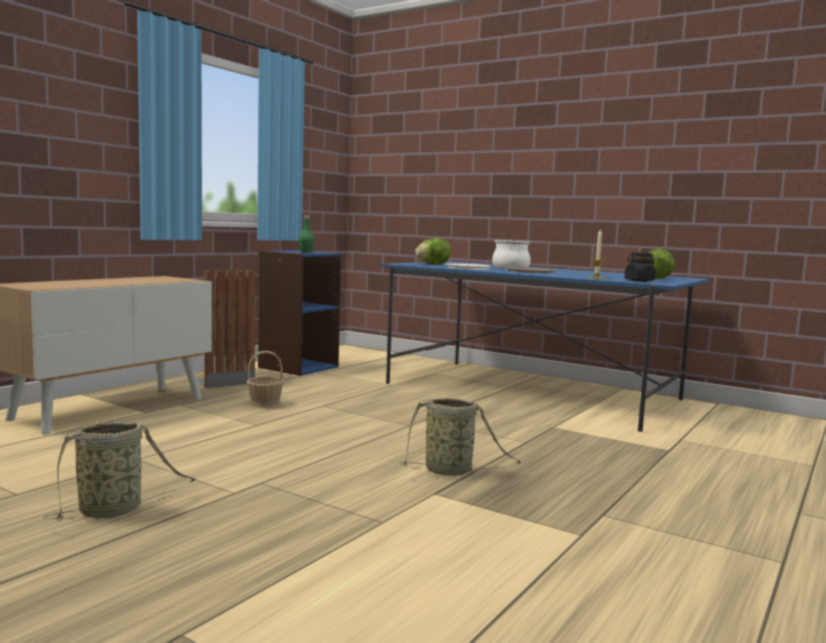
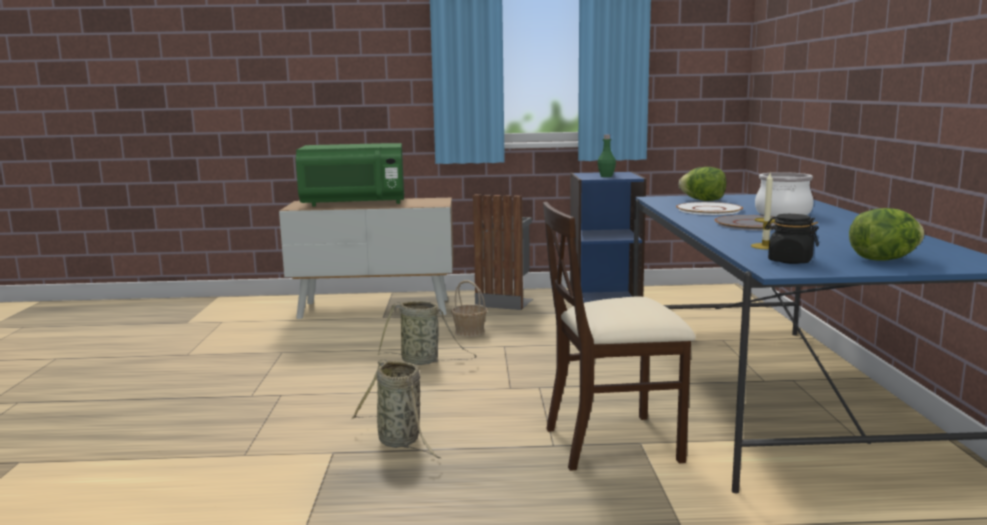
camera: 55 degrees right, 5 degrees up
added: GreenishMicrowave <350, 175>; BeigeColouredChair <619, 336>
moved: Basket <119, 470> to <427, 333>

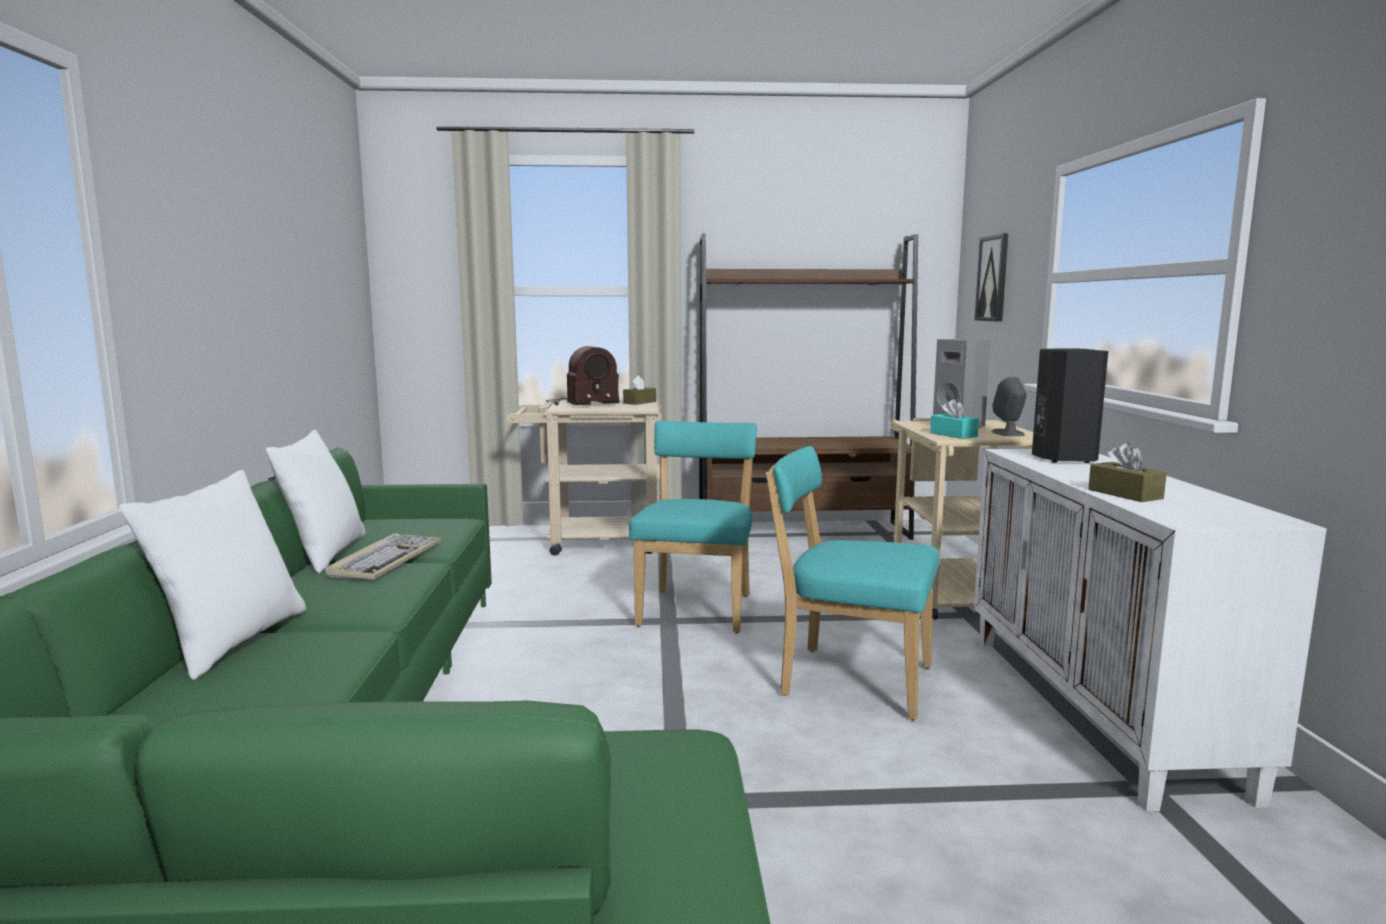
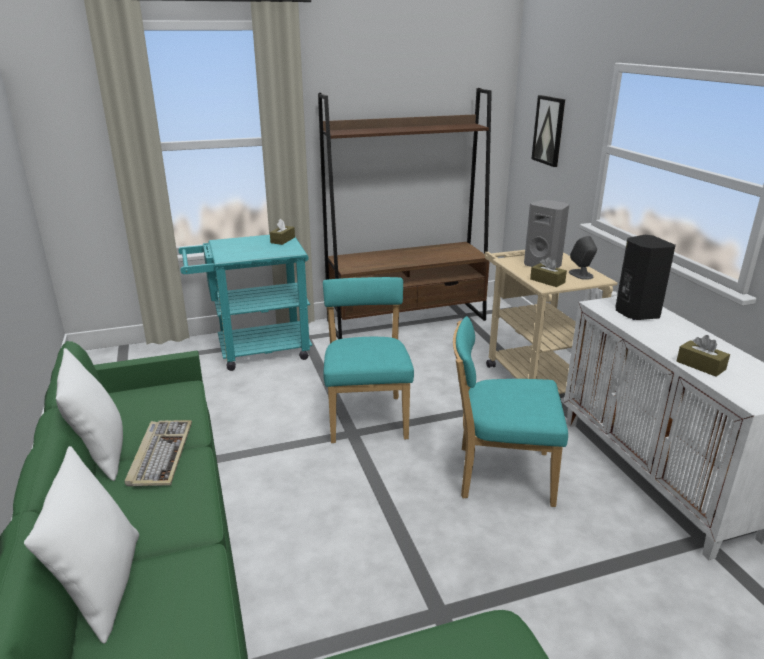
camera: 15 degrees left, 15 degrees up
removed: RadioReceiver <583, 376>
recoloured: BeigeColouredWheeledCart <584, 478> to TurquoiseWheeledCart <245, 303>; TurquoiseTissueHolder <954, 419> to BrownColouredTissueHolder <548, 272>

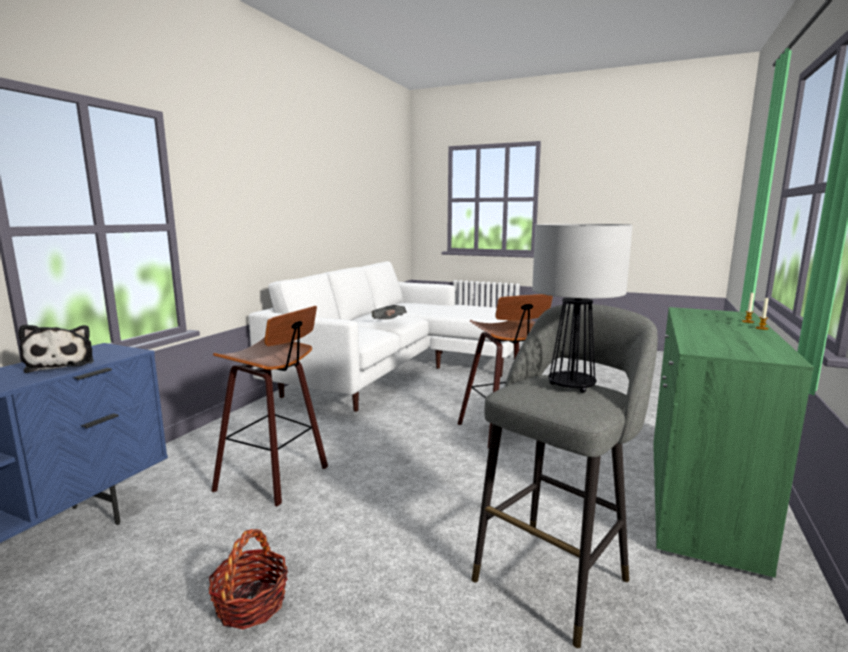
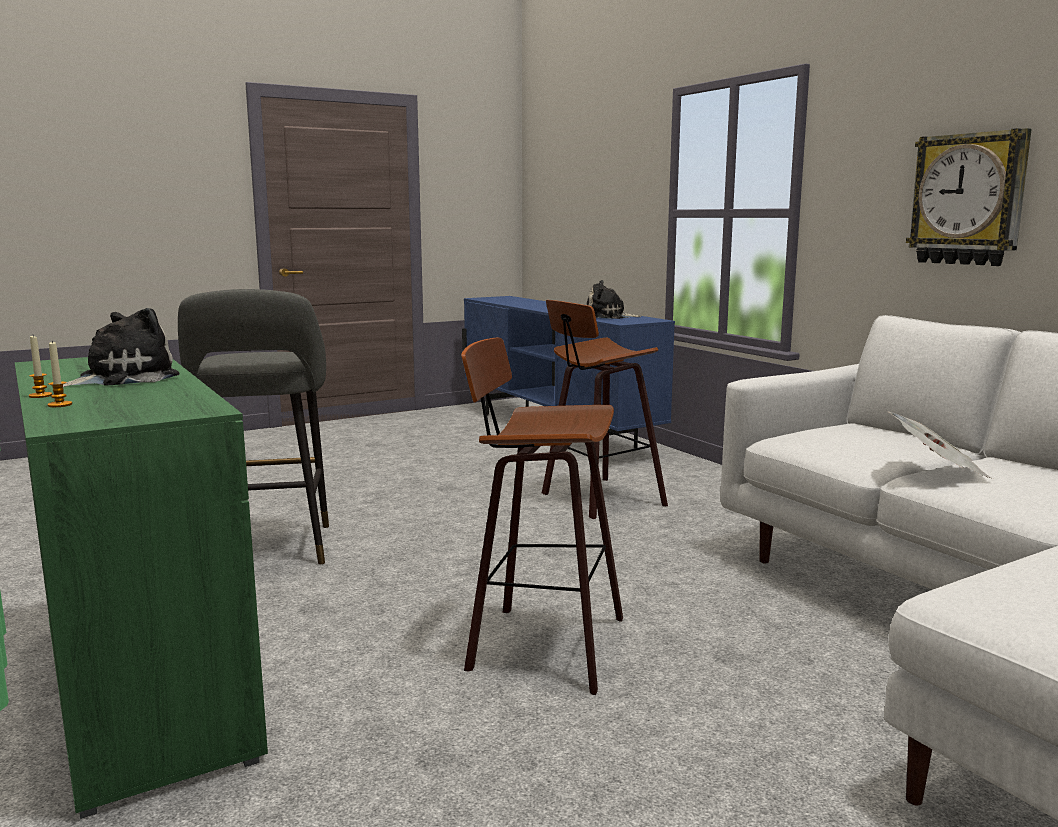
camera: 125 degrees right, 0 degrees up
removed: Basket <248, 579>; TableLamp <582, 308>
added: CuddlyToy <121, 347>; ClockOnTheWall <969, 197>

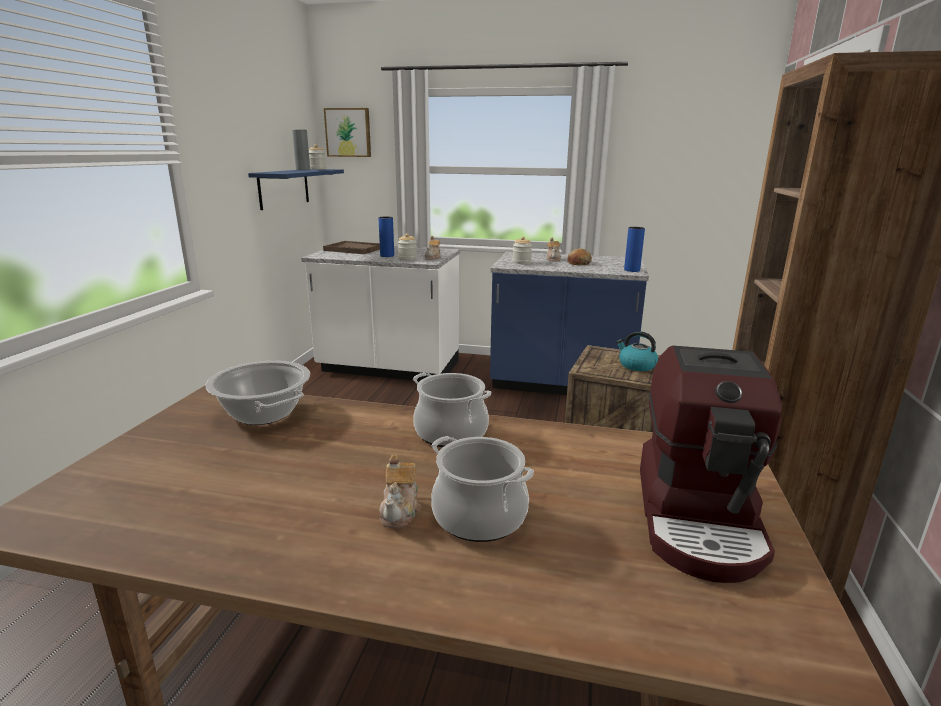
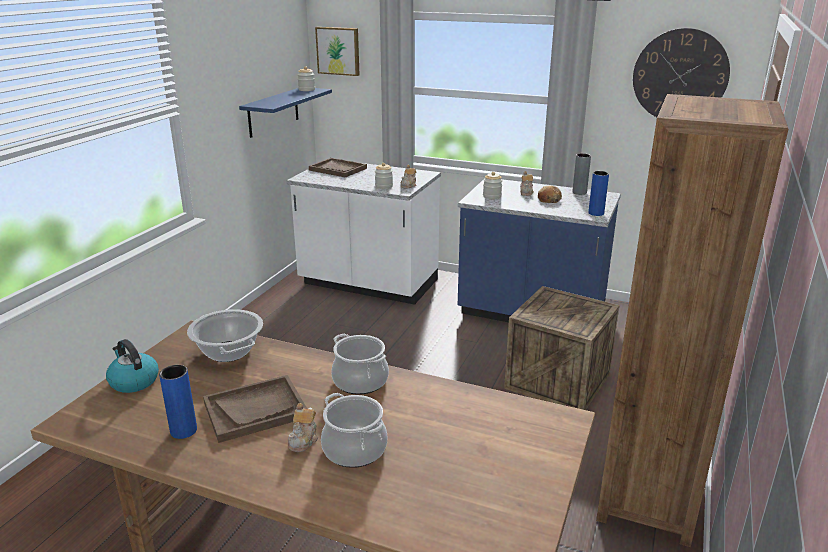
camera: 10 degrees right, 5 degrees up
removed: CoffeeMachine <711, 464>
added: BrownColouredCarryingTray <255, 409>; ClockOnTheWall <681, 72>
moved: WaterKettle <637, 351> to <132, 366>; BlueVase <386, 237> to <178, 402>; GrayVase <301, 150> to <581, 174>

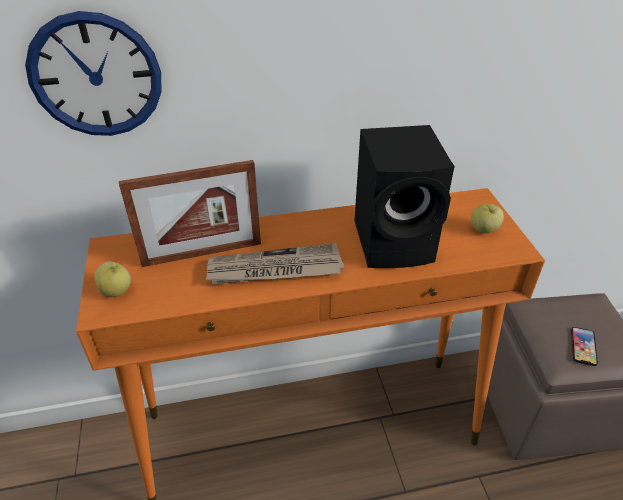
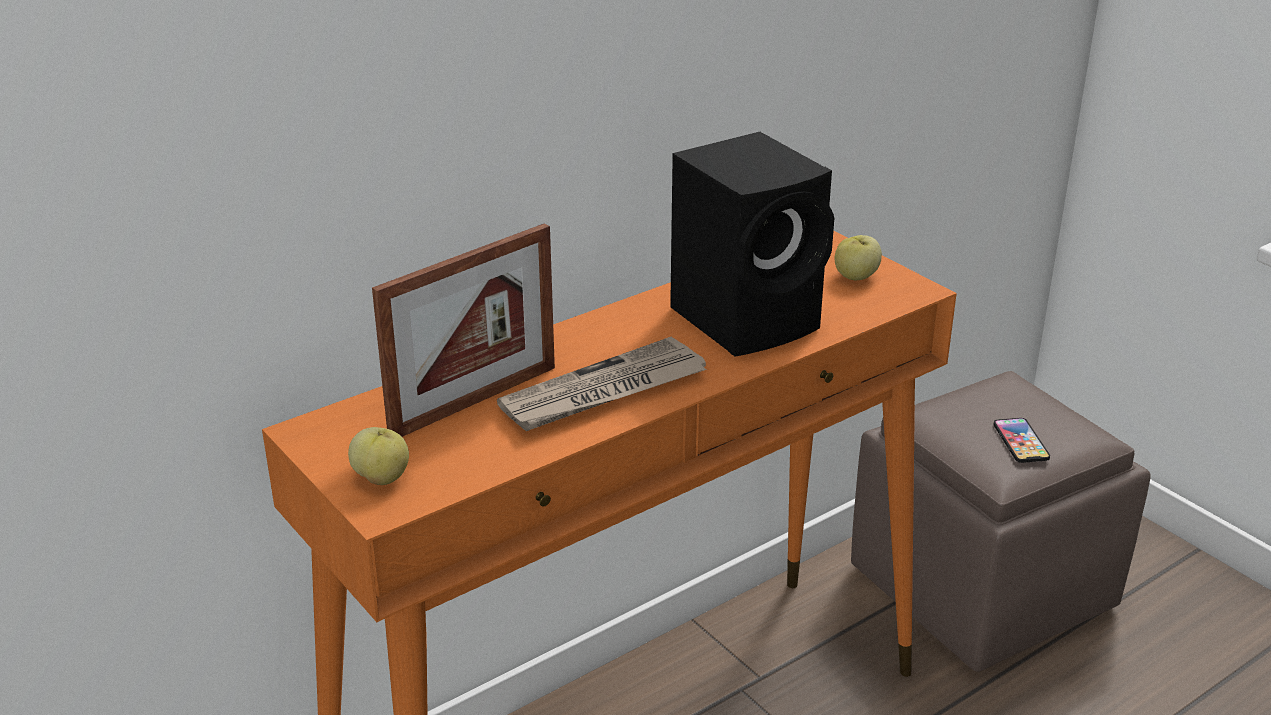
camera: 25 degrees left, 10 degrees down
removed: ClockOnTheWall <93, 73>

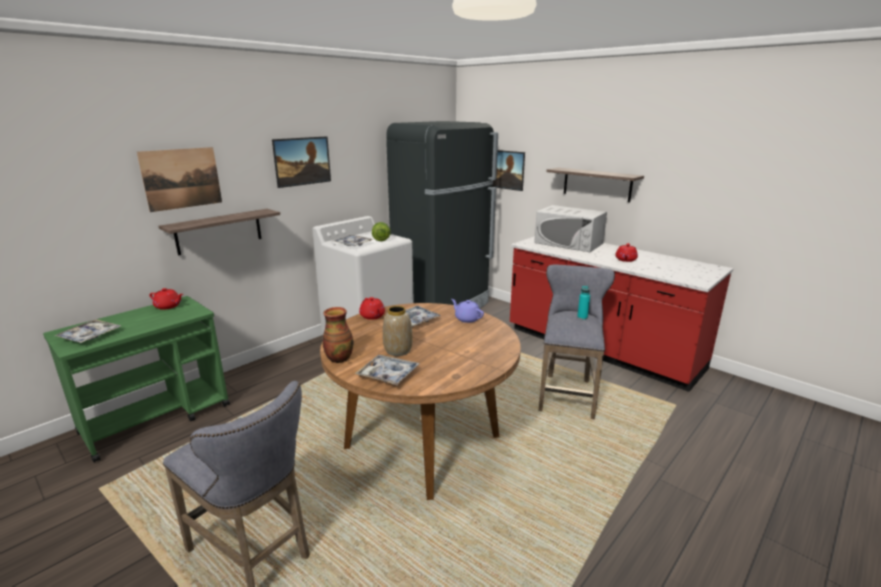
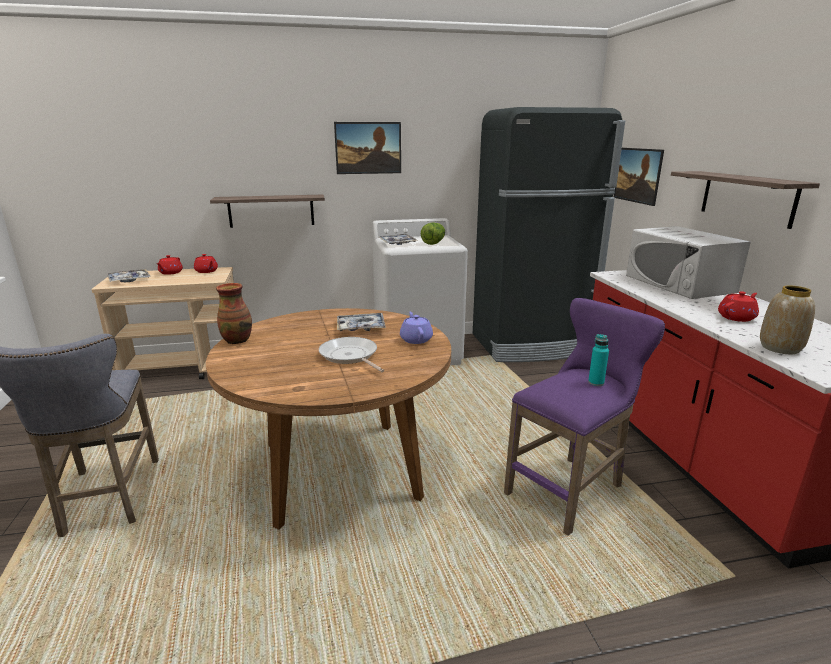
camera: 35 degrees right, 0 degrees up
removed: WallArt <179, 179>; CarryingTray <387, 370>
added: Pan <351, 354>
moved: RedColouredPotForTea <372, 308> to <170, 265>; Vase <397, 331> to <787, 319>
recoloured: GreenishWheeledCart <136, 379> to BeigeColouredWheeledCart <162, 323>; GrayStoolSeat <577, 342> to PurpleColouredStoolSeat <584, 417>

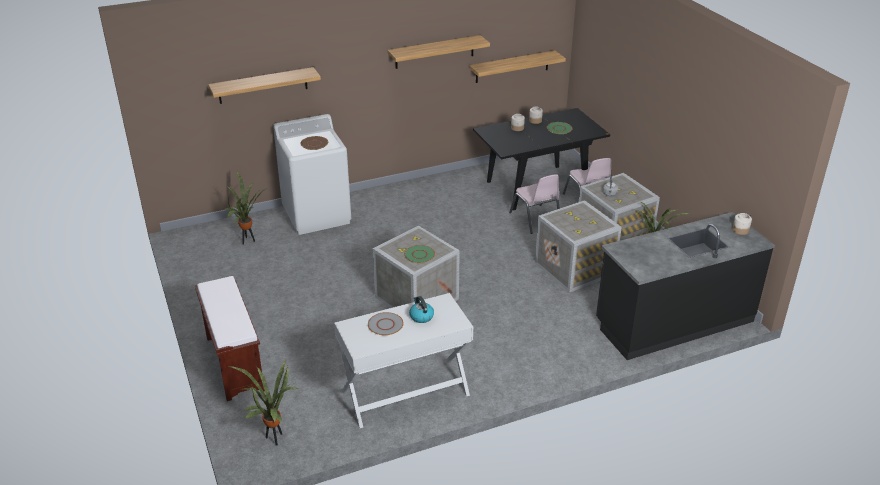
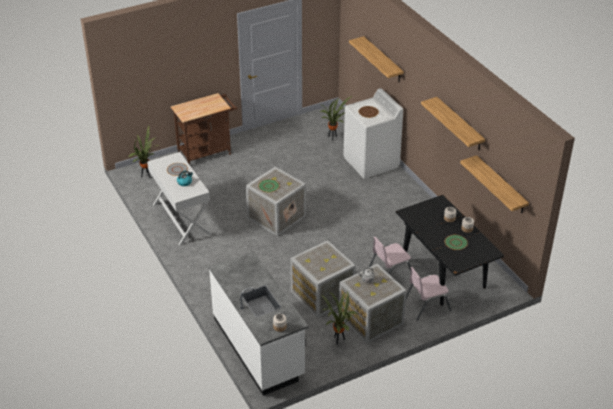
camera: 85 degrees right, 5 degrees up
replaced: BrownColouredBench <230, 338> to BrownColouredWheeledCart <204, 129>
recoloured: BlackKitchenCounter <685, 286> to WhiteKitchenCounter <258, 323>

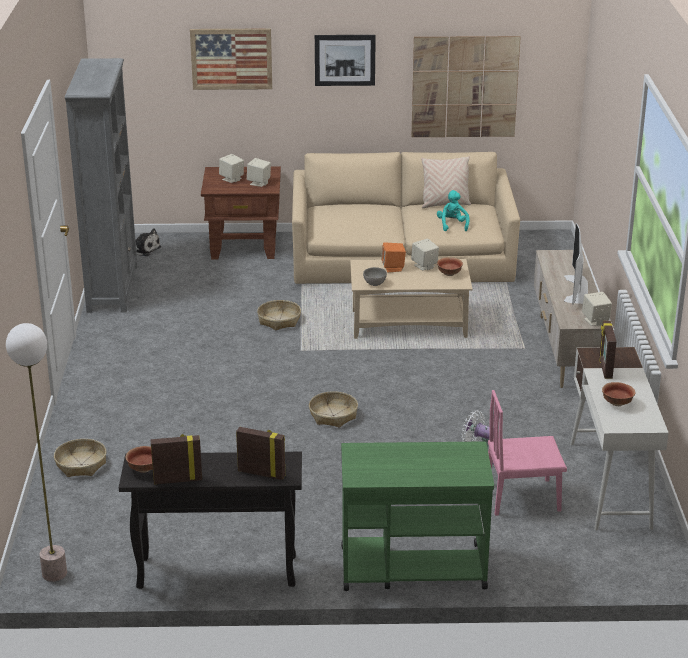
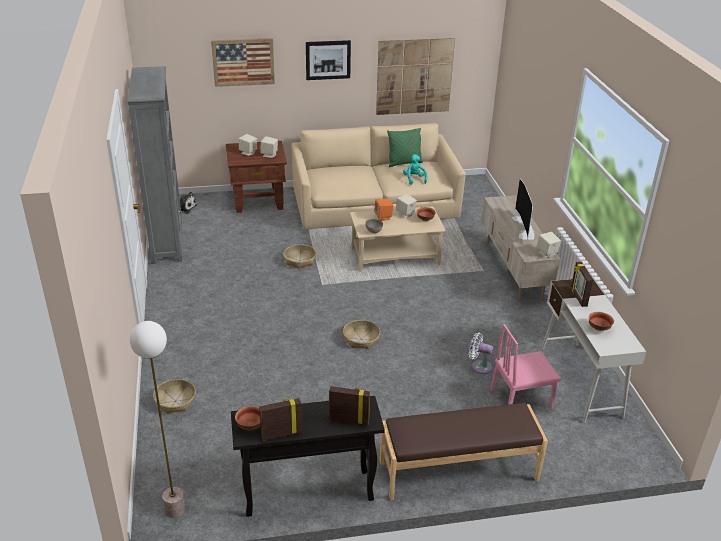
camera: 10 degrees left, 5 degrees up
replaced: GreenishWheeledCart <417, 516> to BrownColouredBench <464, 451>
recoloured: BeigeColouredCushion <446, 182> to GreenishCushion <405, 147>

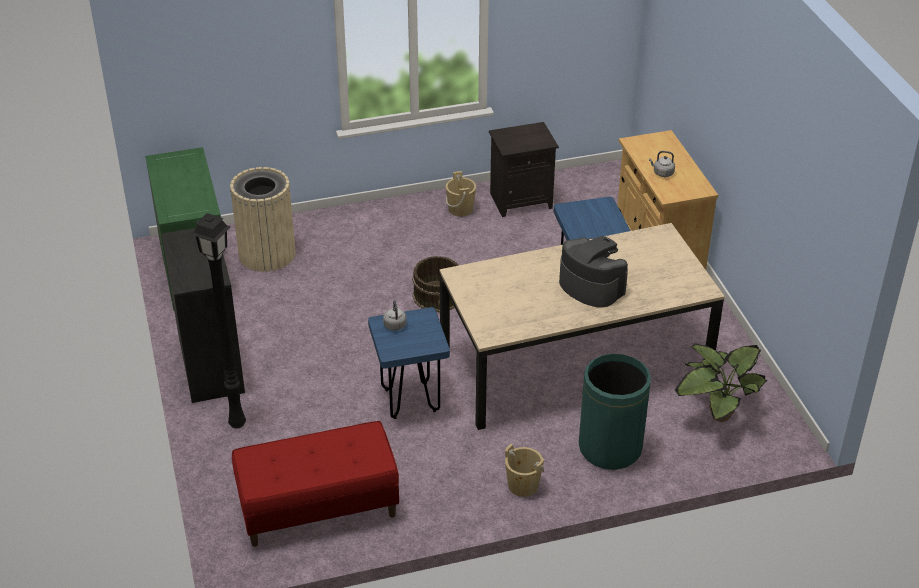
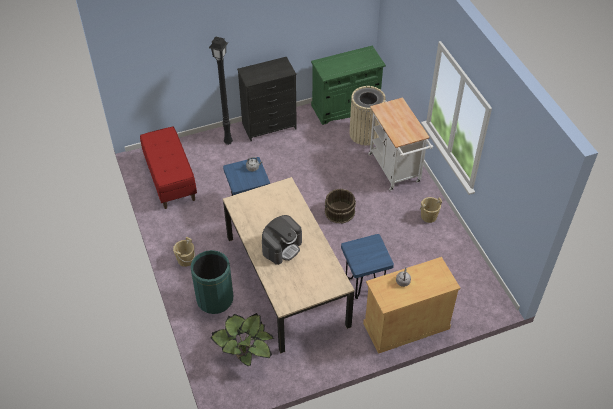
camera: 85 degrees right, 10 degrees up
removed: BlackBedsideTable <524, 169>
added: WhiteWheeledCart <400, 144>

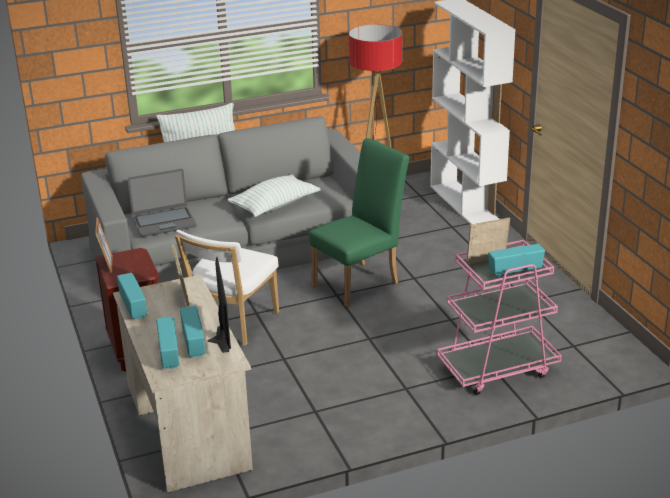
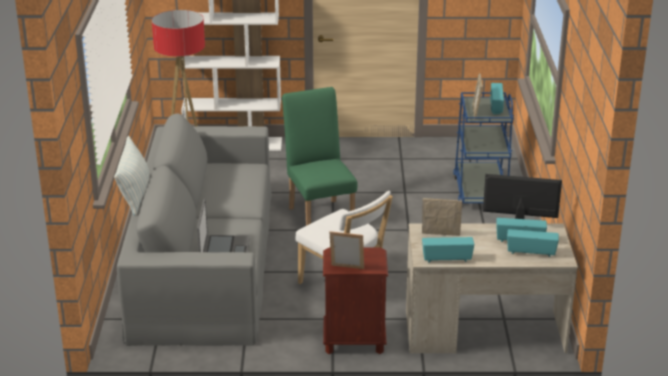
camera: 70 degrees left, 0 degrees up
removed: Cushion <273, 195>
recoloured: PinkishWheeledCart <499, 317> to BlueWheeledCart <483, 147>

